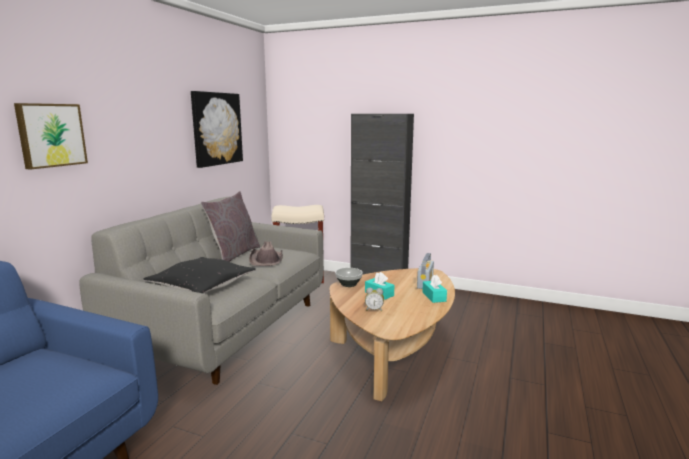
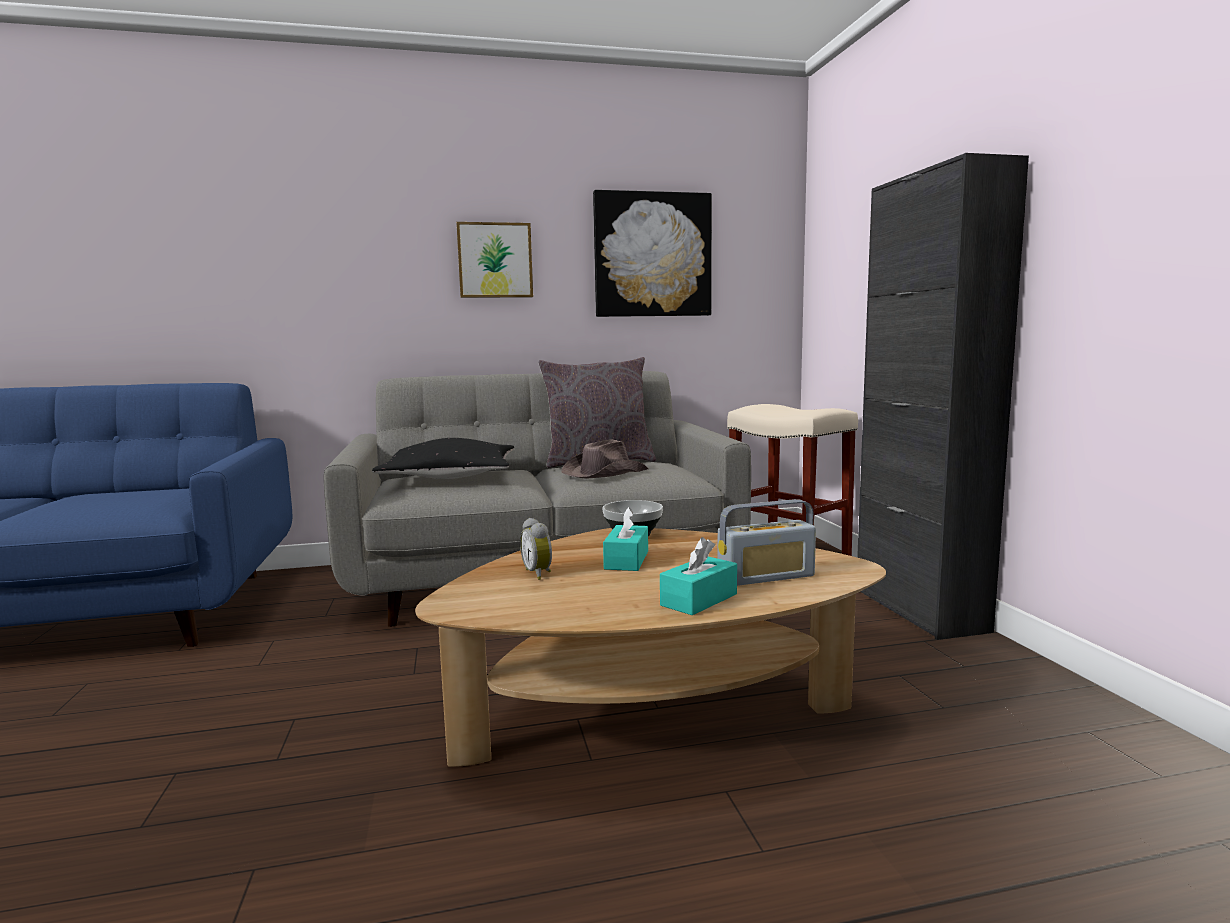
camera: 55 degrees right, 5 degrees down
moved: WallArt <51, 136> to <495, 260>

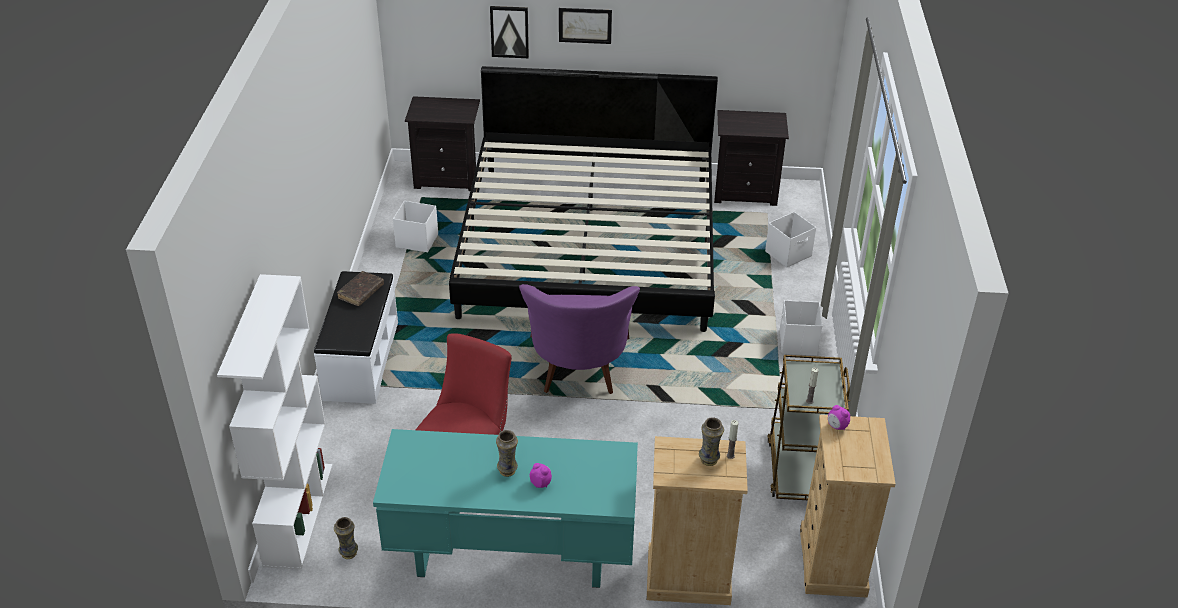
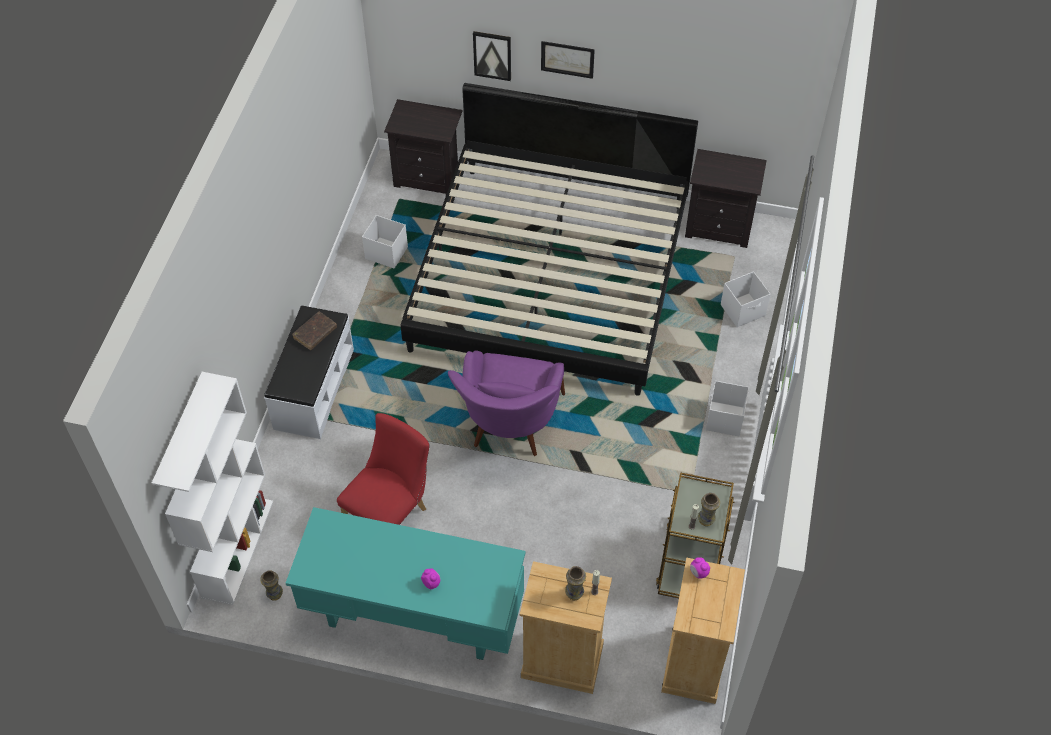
camera: 10 degrees right, 15 degrees up
moved: Vase <507, 453> to <709, 509>

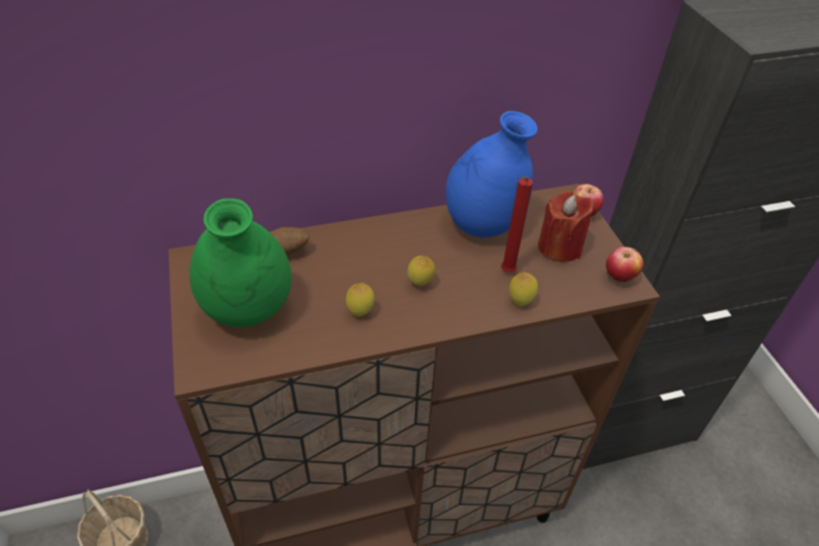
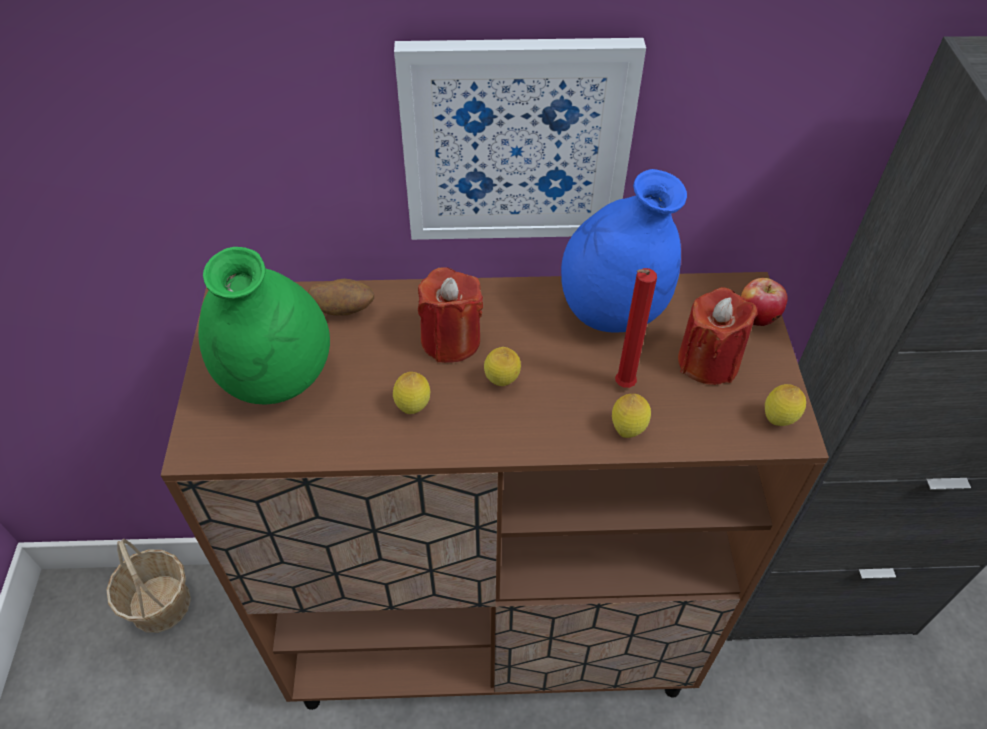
camera: 15 degrees right, 5 degrees up
added: WallArt <520, 139>; RedColouredWaxCandle <450, 315>
replaced: Apple <625, 264> to CitrusFruit <785, 405>

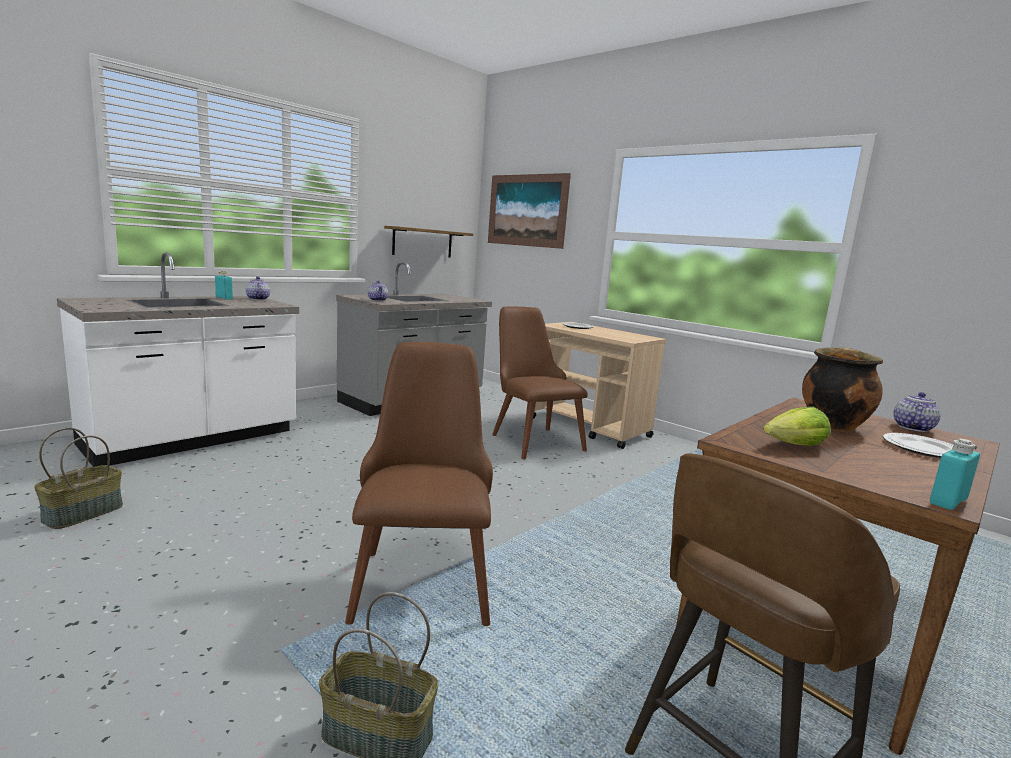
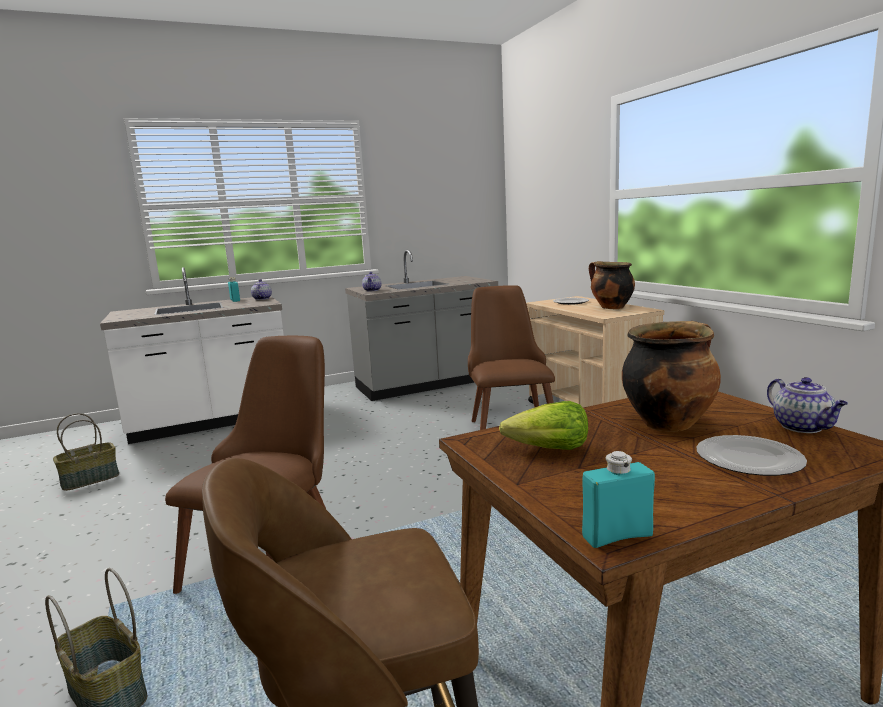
camera: 25 degrees right, 0 degrees up
removed: WallShelf <428, 242>; WallArt <529, 211>
added: Stockpot <612, 285>
turned: PotForTea <917, 412> = <807, 405> 105 degrees clockwise

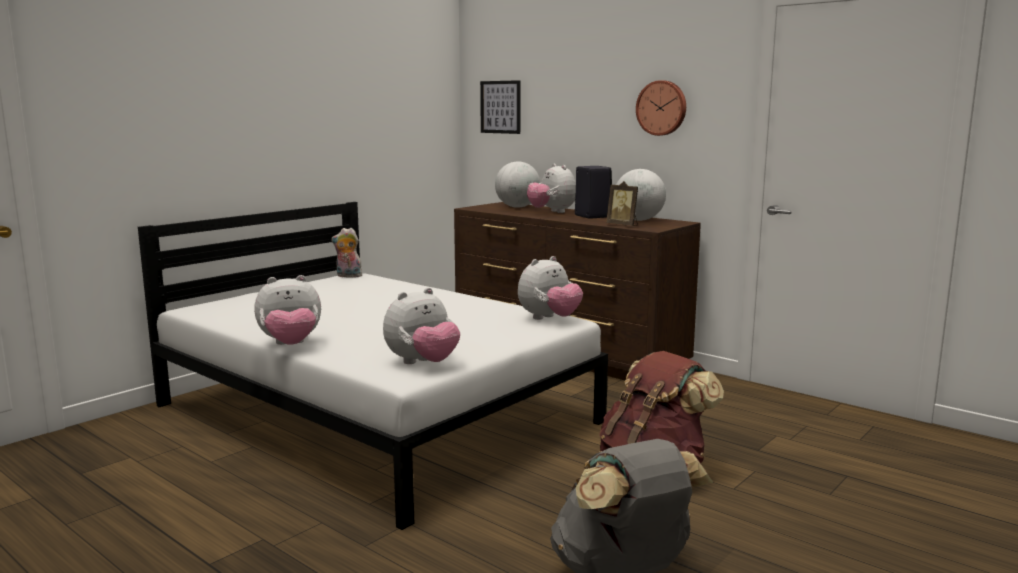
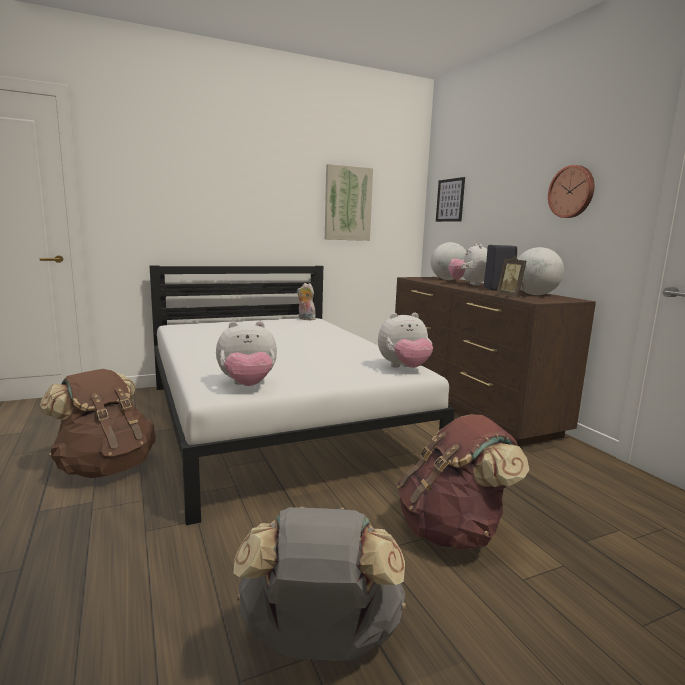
camera: 25 degrees right, 0 degrees up
removed: CuddlyToy <287, 310>
added: BrownColouredBackpack <97, 423>; WallArt <349, 202>

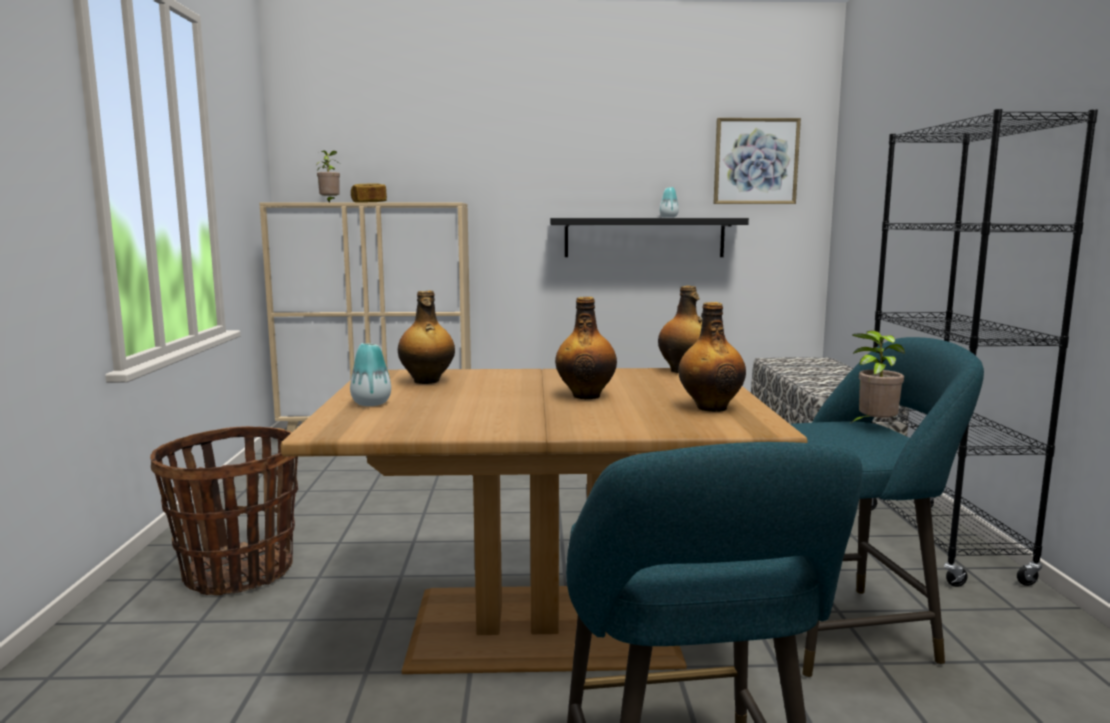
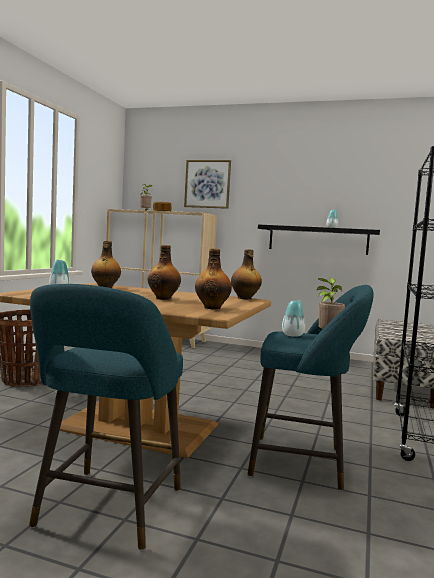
camera: 20 degrees right, 5 degrees down
added: Vase <293, 318>
moved: WallArt <757, 161> to <207, 184>

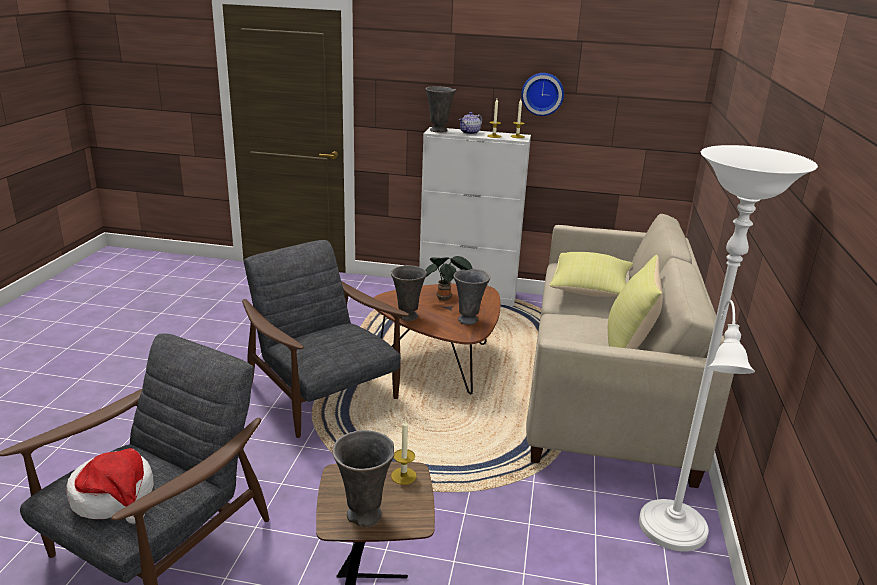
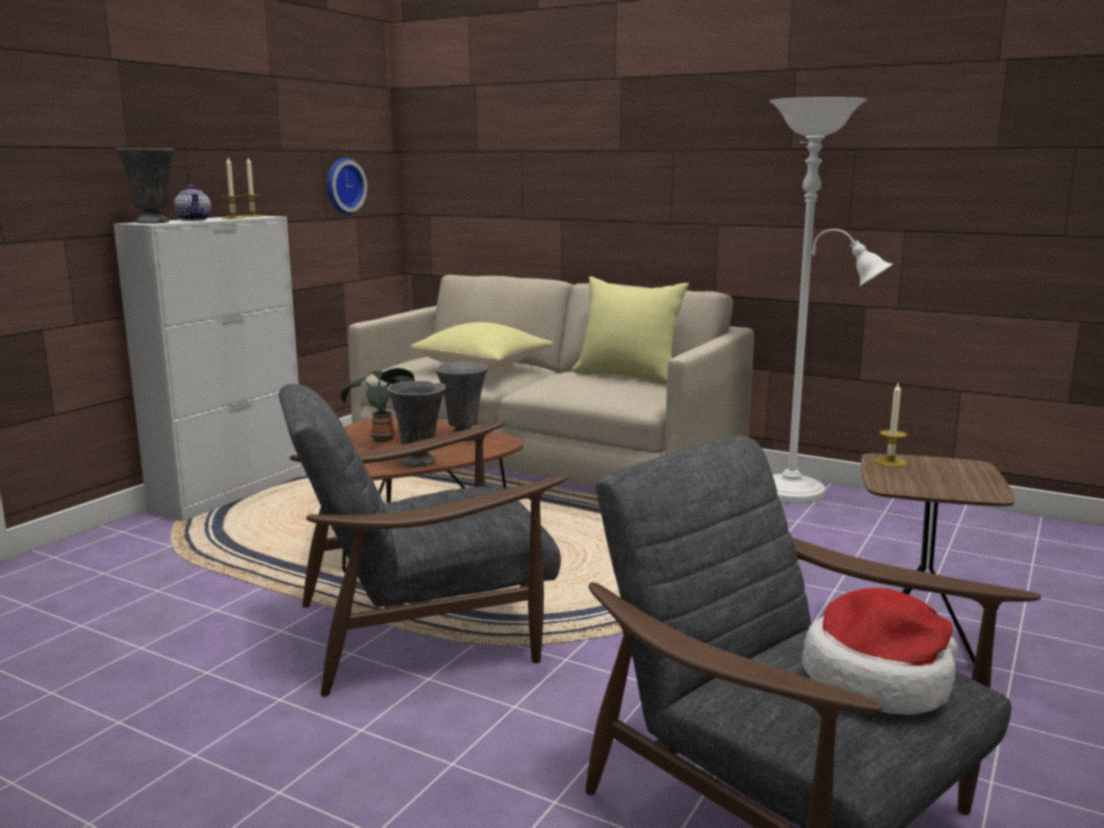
camera: 70 degrees left, 10 degrees down
removed: GrayVase <363, 478>
moved: ClockOnTheWall <542, 94> to <347, 186>

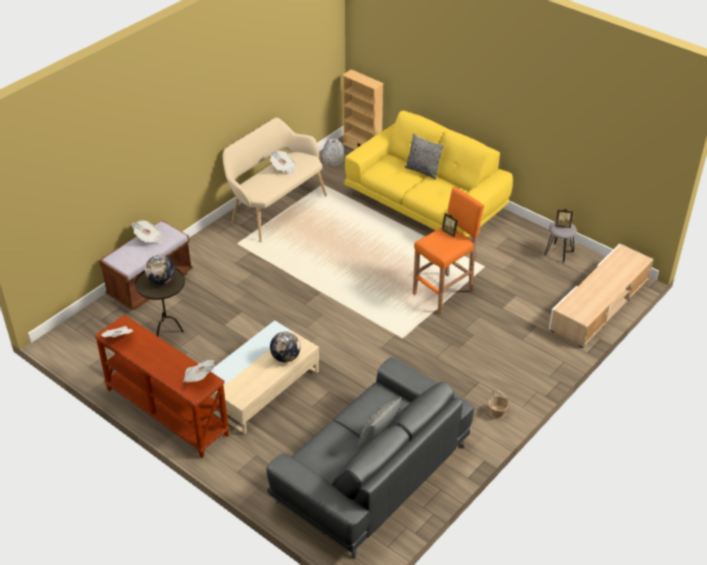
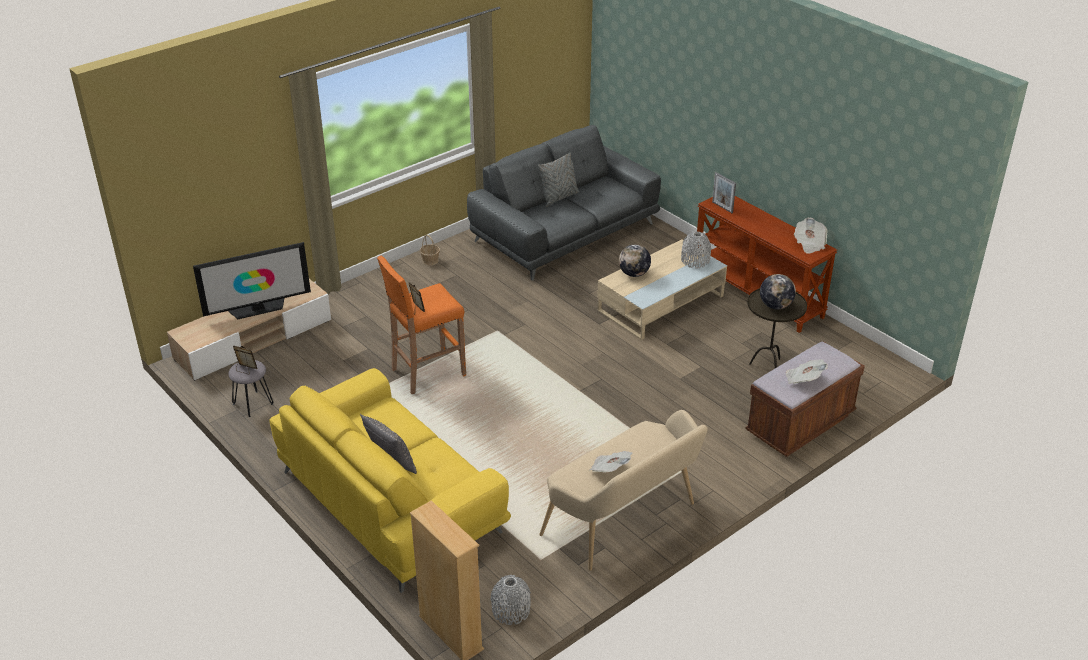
camera: 170 degrees left, 5 degrees down
added: Tv <252, 280>; GrayVase <696, 250>
replaced: PrintedPaper <198, 371> to PhotoFrame <724, 192>

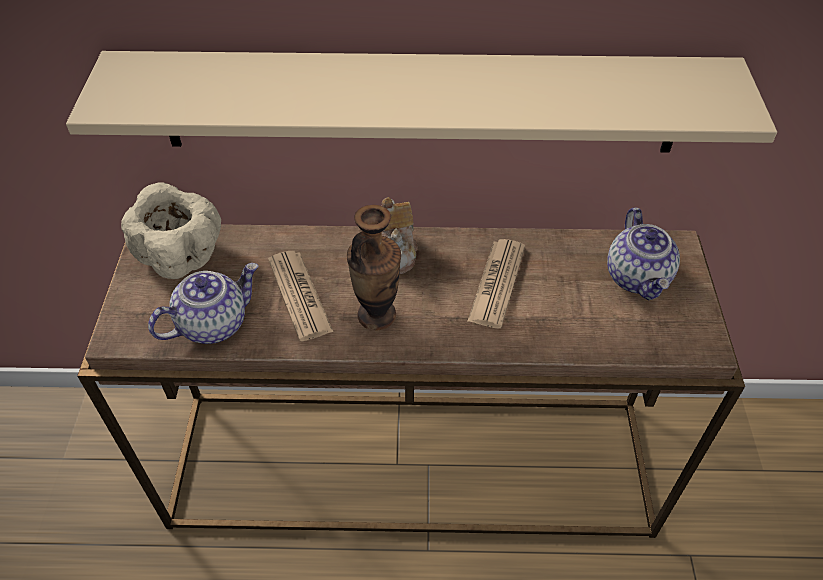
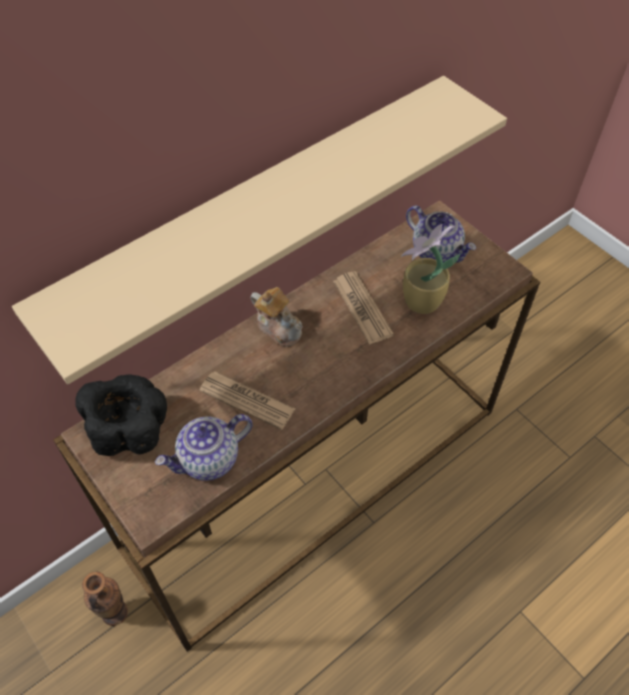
camera: 40 degrees left, 5 degrees up
added: PottedPlant <430, 269>
moved: Vase <374, 268> to <105, 599>
recoloured: BeigeColouredBowl <171, 230> to BlackBowl <121, 415>
turned: PotForTea <203, 303> = <204, 447> 135 degrees counterclockwise

